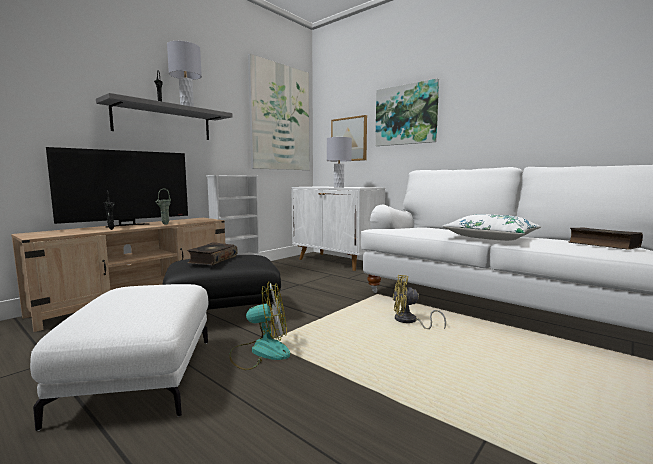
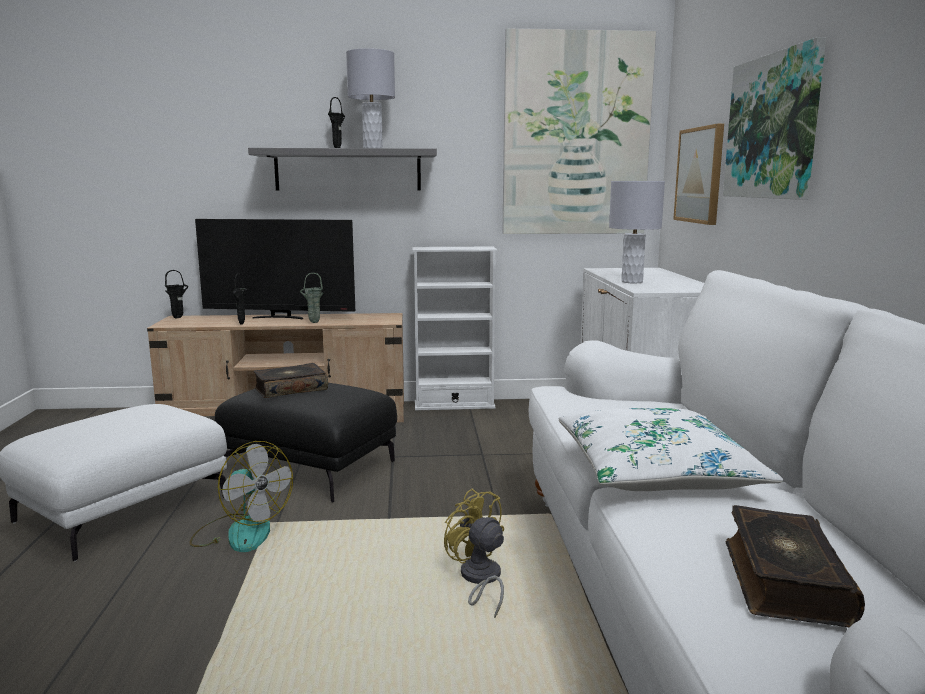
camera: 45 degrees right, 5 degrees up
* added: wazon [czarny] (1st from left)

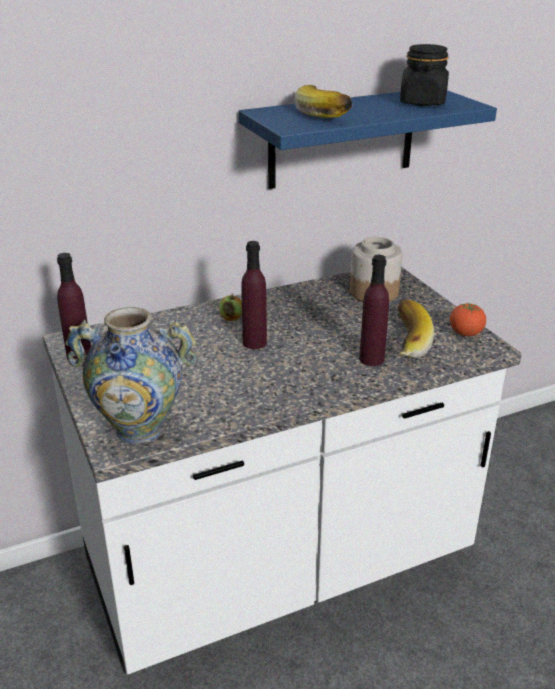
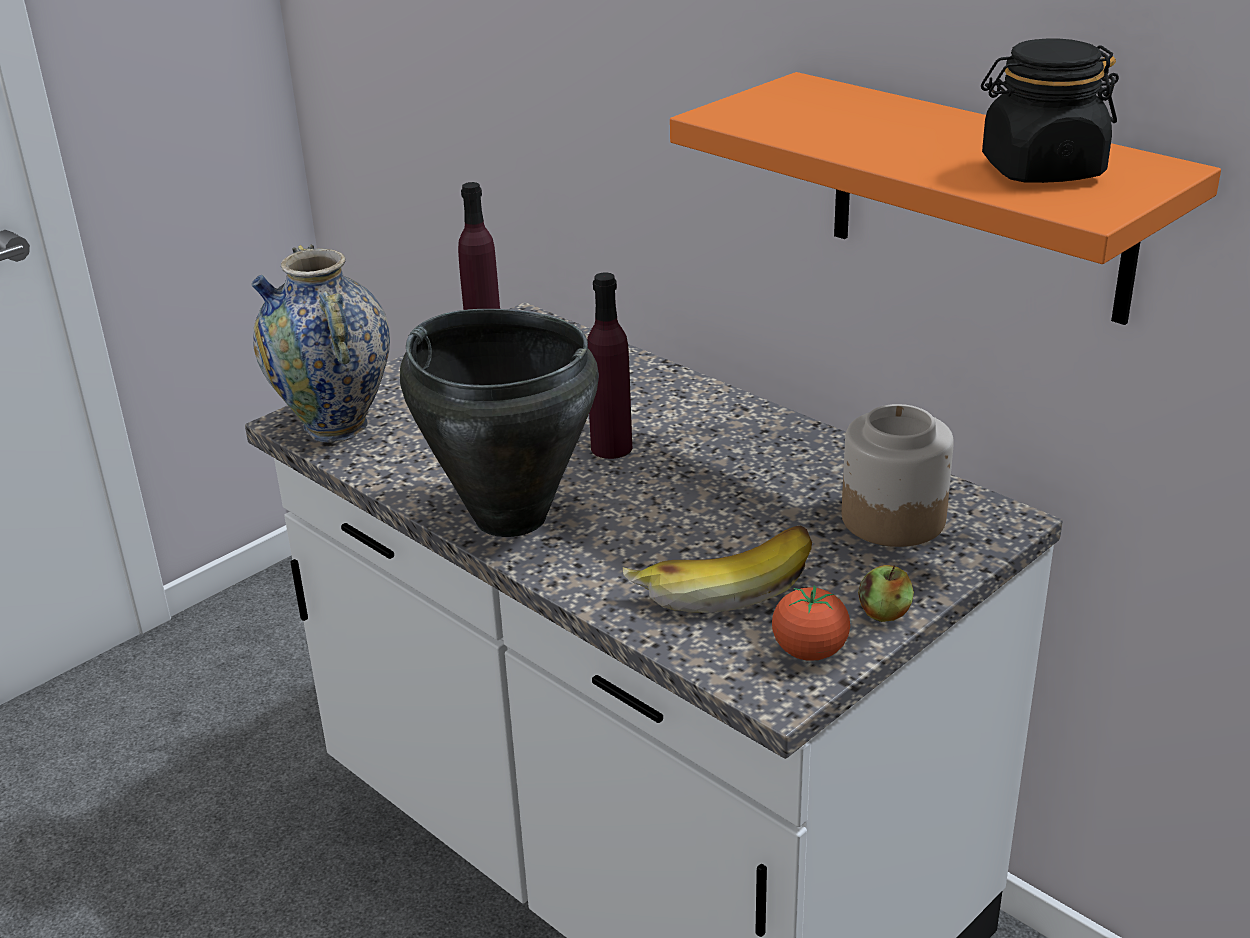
camera: 70 degrees right, 0 degrees up
* removed: banan (1st from left)
* removed: butelka [fioletowy] (3rd from left)
* added: garnek [czarny]
* moved: jabłko
* recoloured: półka [niebieski] to półka [pomarańczowy]

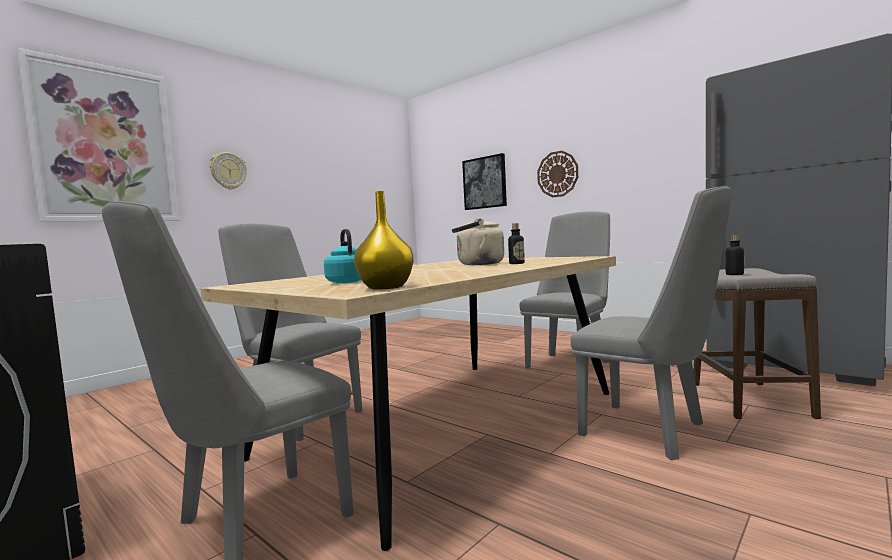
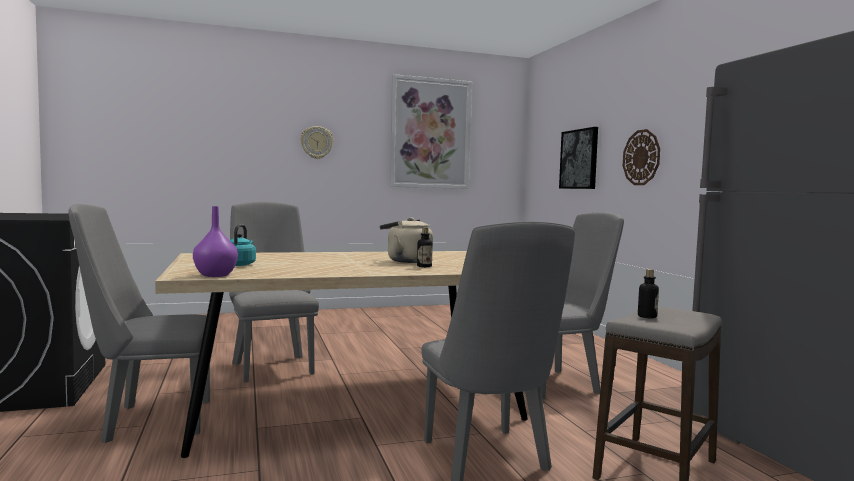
camera: 30 degrees right, 0 degrees up
* moved: obraz (1st from left)
* recoloured: wazon [żółty] to wazon [fioletowy]

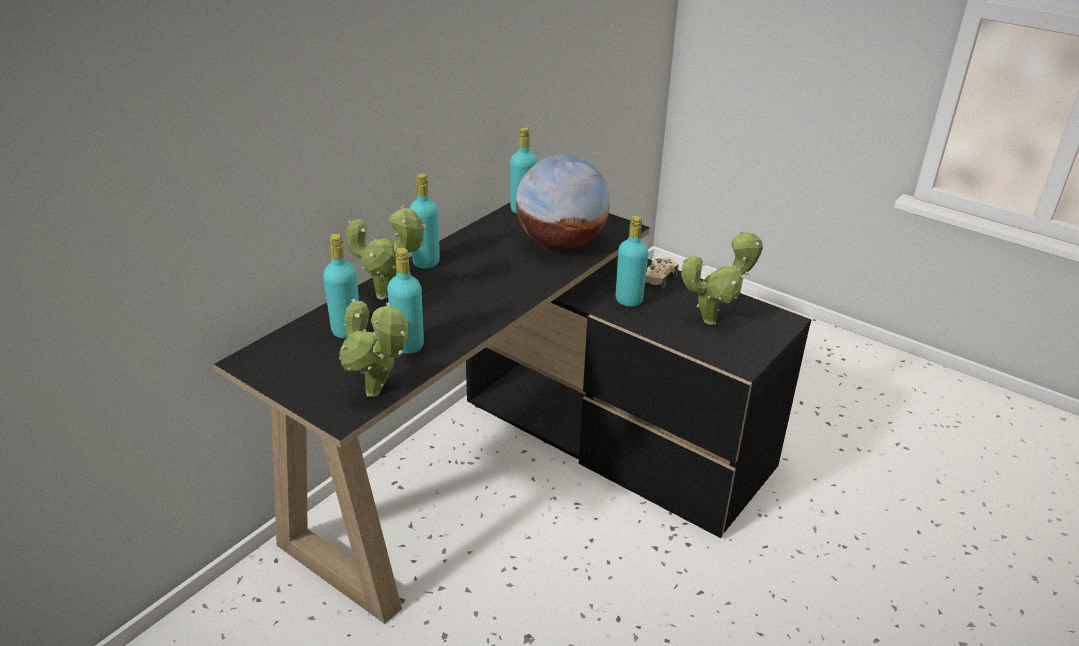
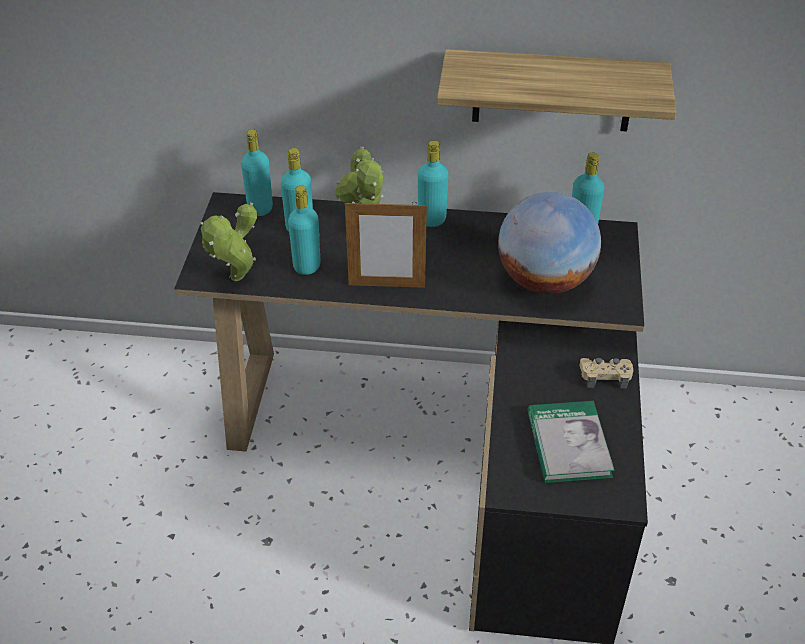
camera: 60 degrees right, 10 degrees up
* added: ramka na zdjęcie
* added: półka
* moved: butelka [turkusowy] (5th from left in the first image) to butelka [turkusowy] (1st from left)
* replaced: roślina doniczkowa (3rd from left) to książka

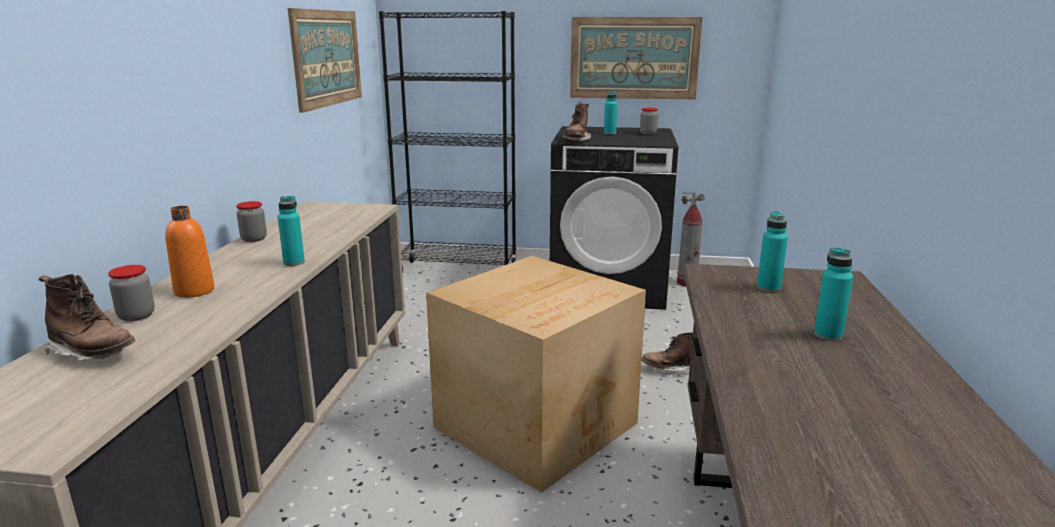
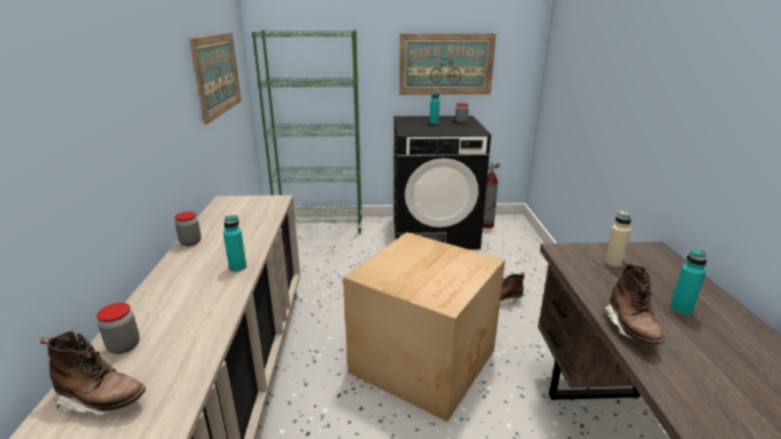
camera: 10 degrees left, 5 degrees up
* removed: butelka [pomarańczowy]
* moved: but z cholewką [brązowy] (2nd from left in the first image) to but z cholewką [brązowy] (3rd from left)
* recoloured: regał [czarny] to regał [zielony]
* recoloured: butelka [turkusowy] (3rd from left) to butelka [beżowy]

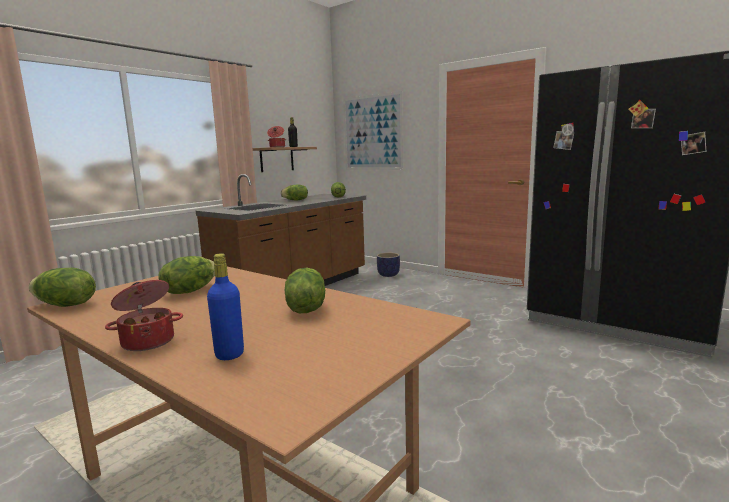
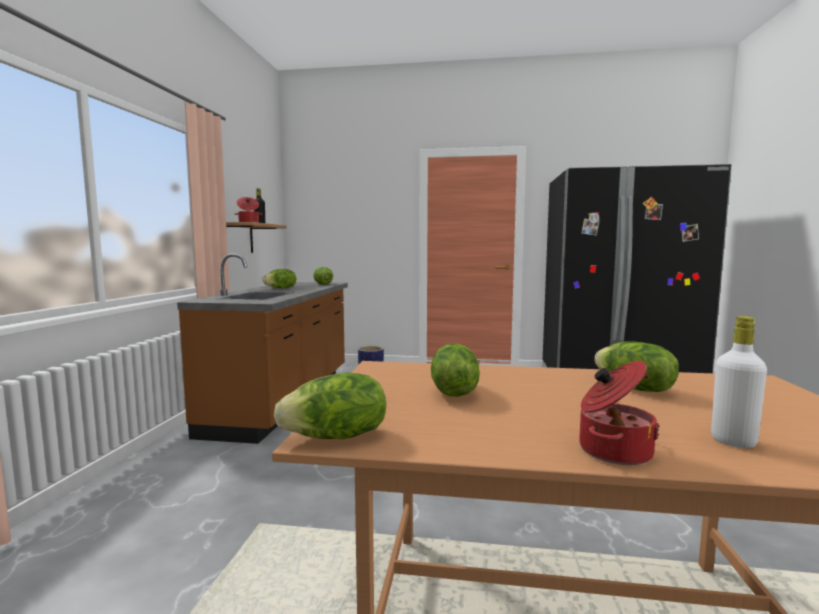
camera: 30 degrees left, 5 degrees down
* removed: obraz
* recoloured: butelka [niebieski] to butelka [biały]

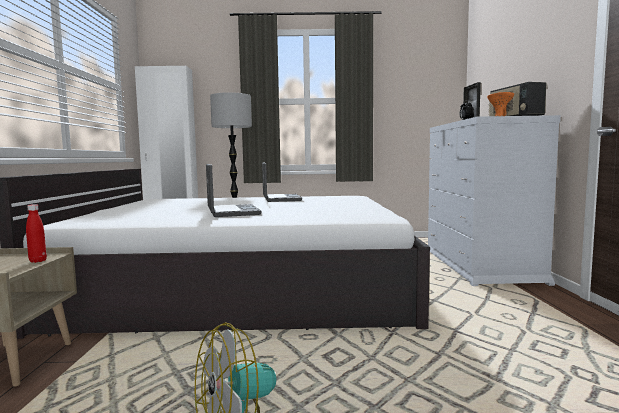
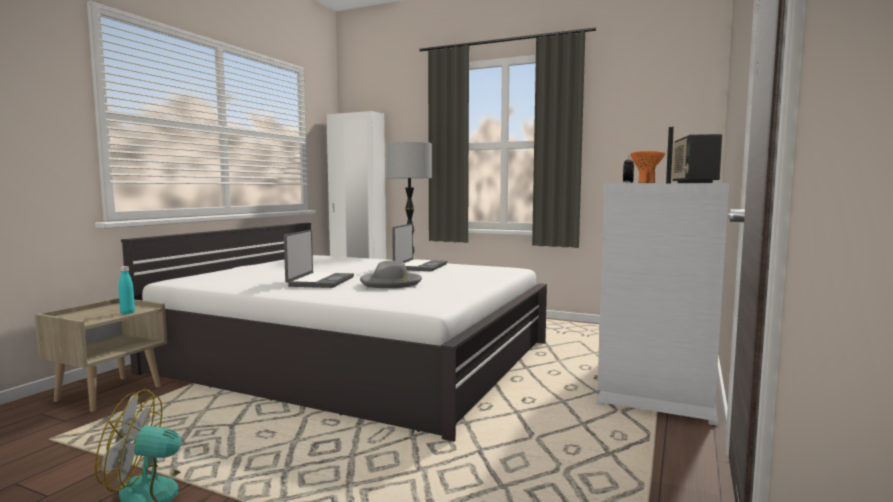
camera: 25 degrees right, 0 degrees up
* added: kapelusz [szary]
* recoloured: butelka [czerwony] to butelka [turkusowy]

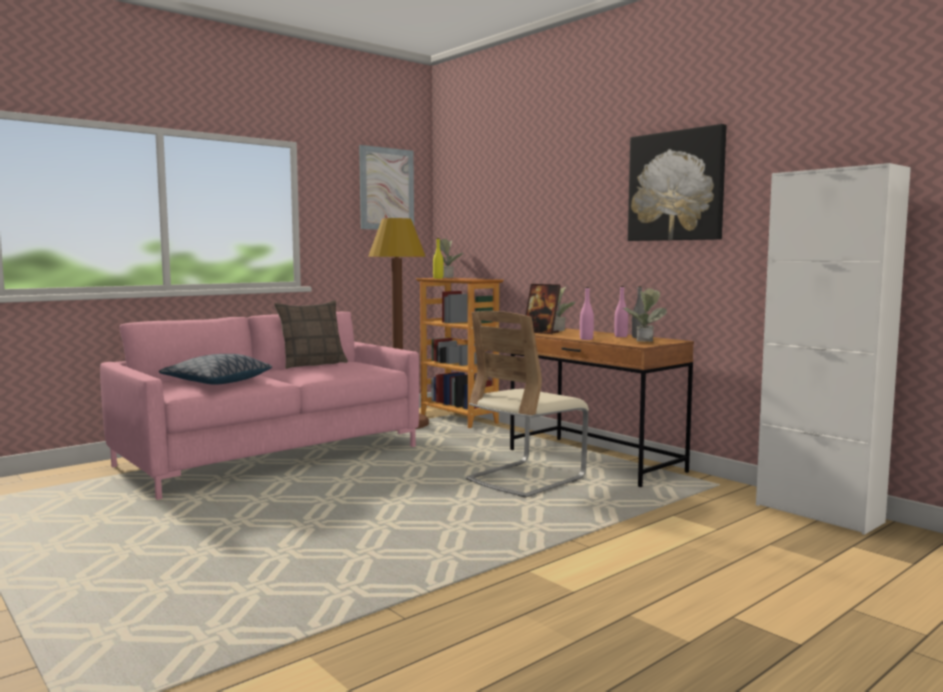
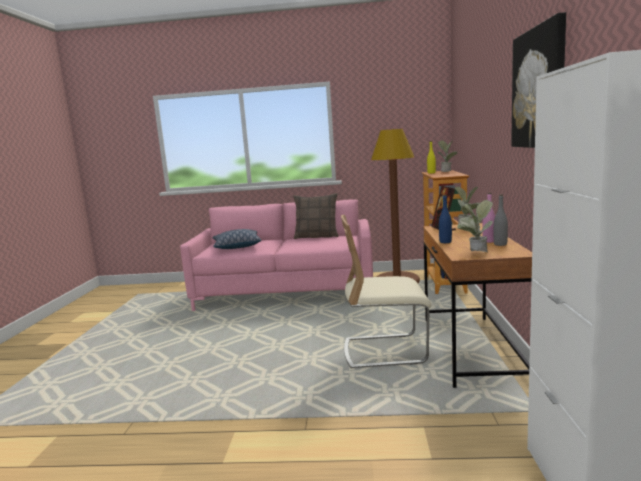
camera: 45 degrees right, 5 degrees up
* removed: obraz (1st from left)
* recoloured: butelka [różowy] (1st from left) to butelka [niebieski]

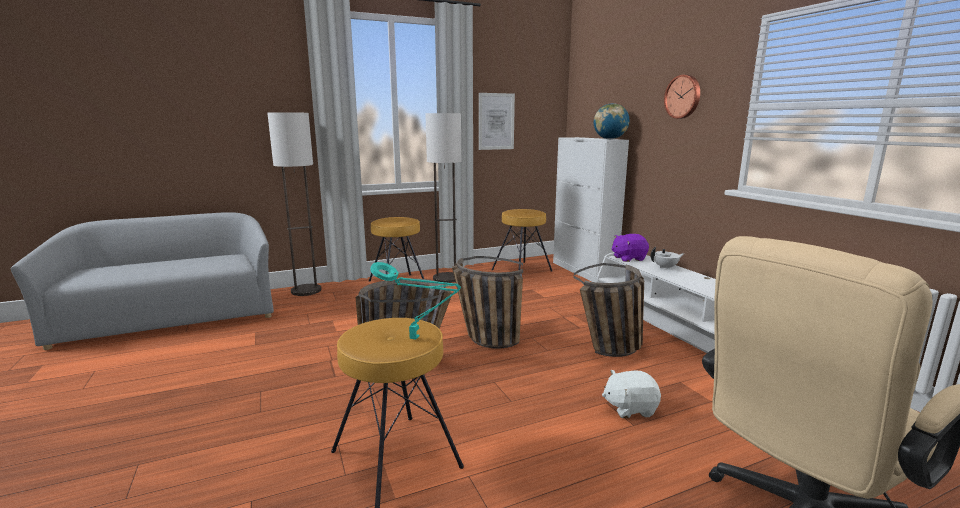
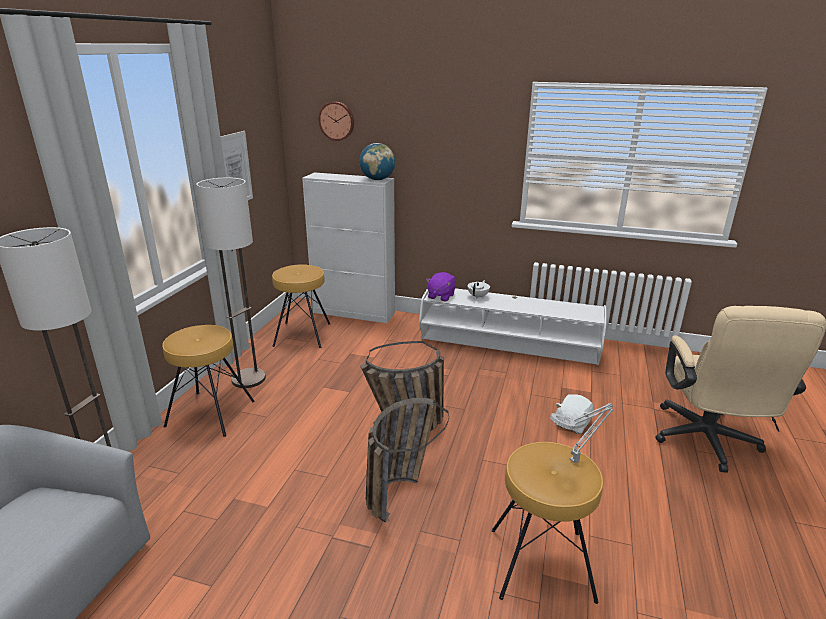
camera: 50 degrees left, 10 degrees up
* removed: koszyk (3rd from left)
* moved: zegar ścienny
* recoloured: lampa stołowa [turkusowy] to lampa stołowa [szary]

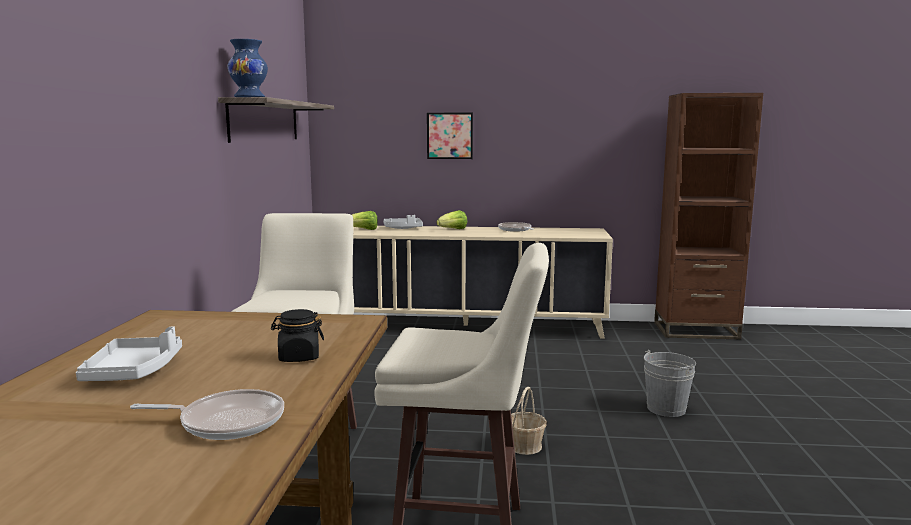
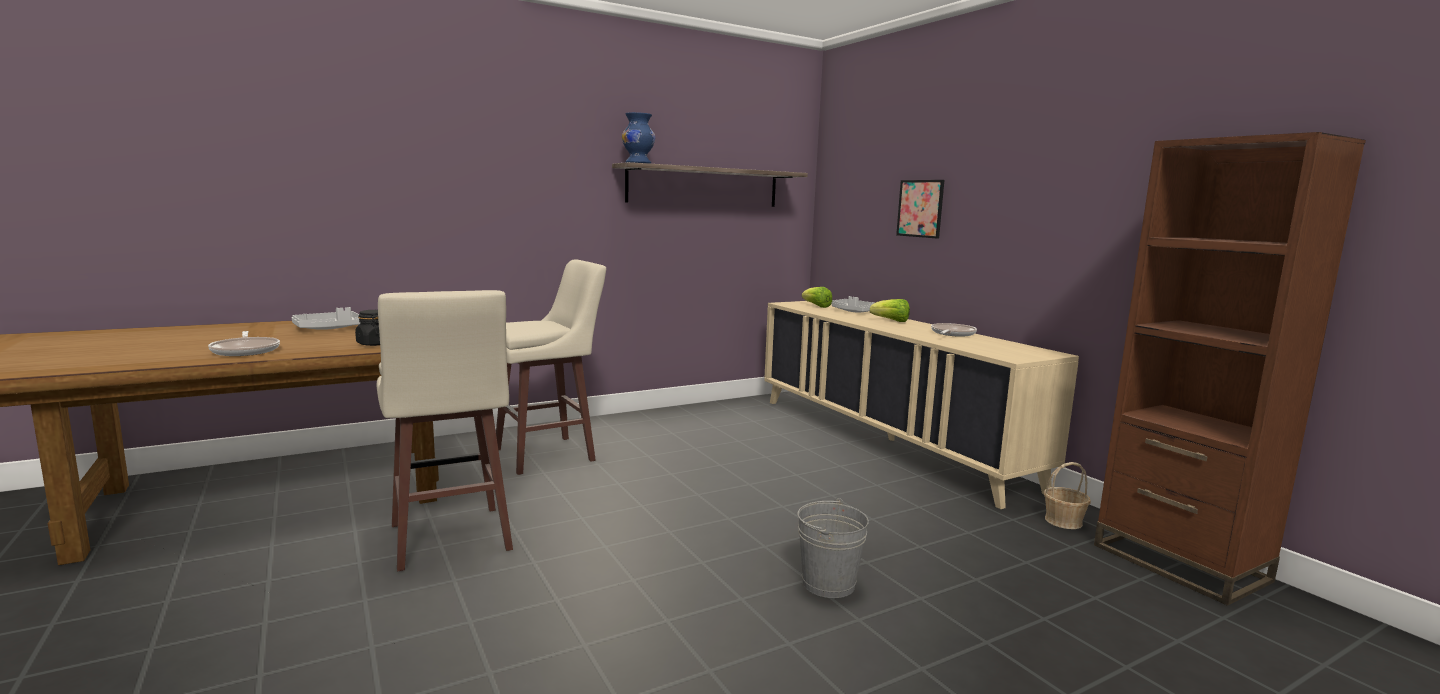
camera: 55 degrees right, 0 degrees up
* moved: koszyk

